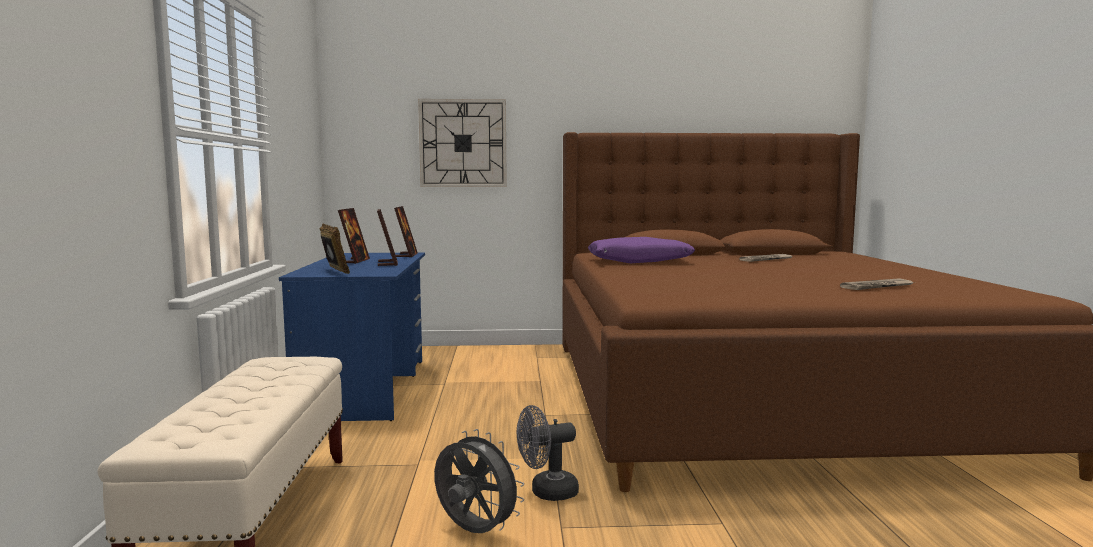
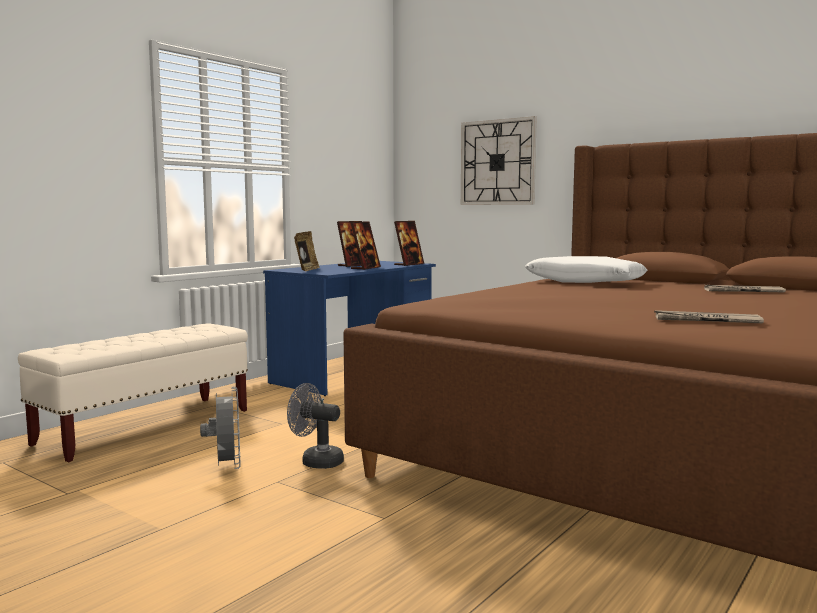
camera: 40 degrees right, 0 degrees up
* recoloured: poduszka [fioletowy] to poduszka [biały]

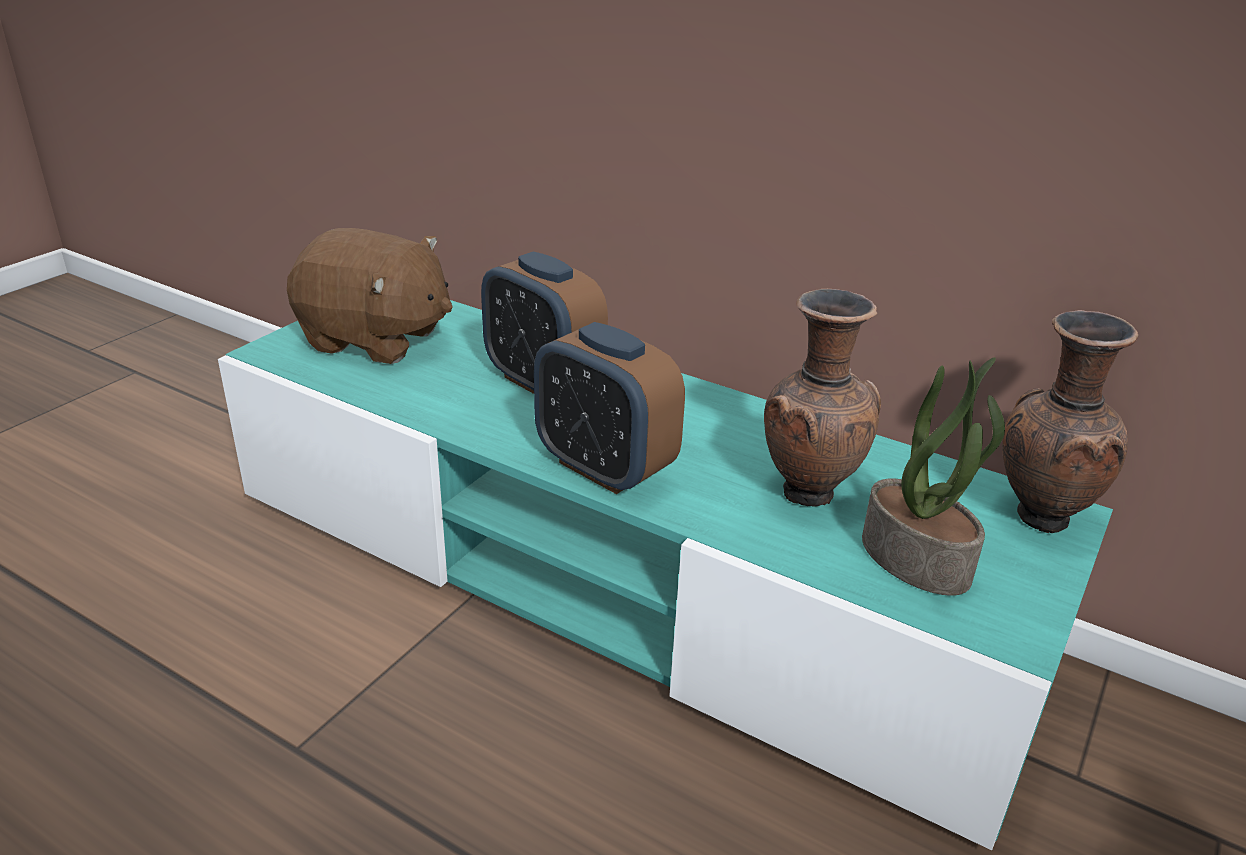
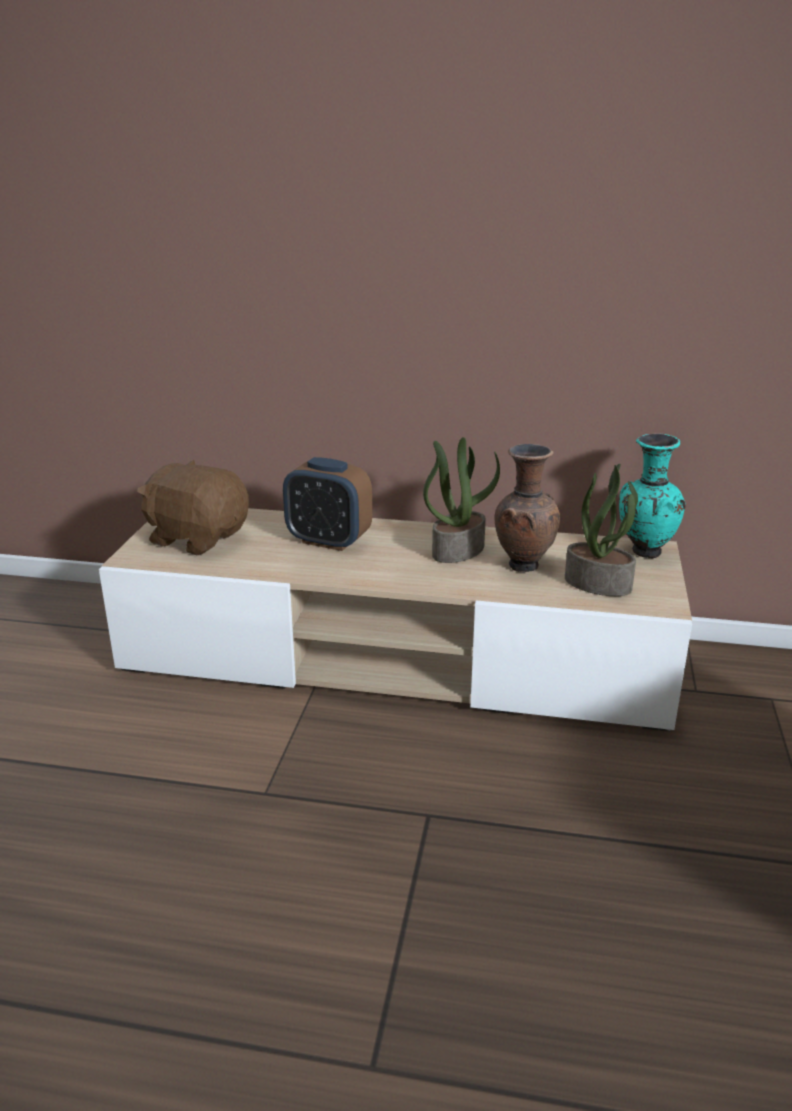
camera: 20 degrees left, 5 degrees down
* removed: budzik (2nd from left)
* added: roślina doniczkowa (1st from left)
* recoloured: szafka pod telewizor [turkusowy] to szafka pod telewizor [beżowy]
* recoloured: wazon [brązowy] (2nd from left) to wazon [turkusowy]
* turned: pluszak [brązowy] 150 degrees counterclockwise

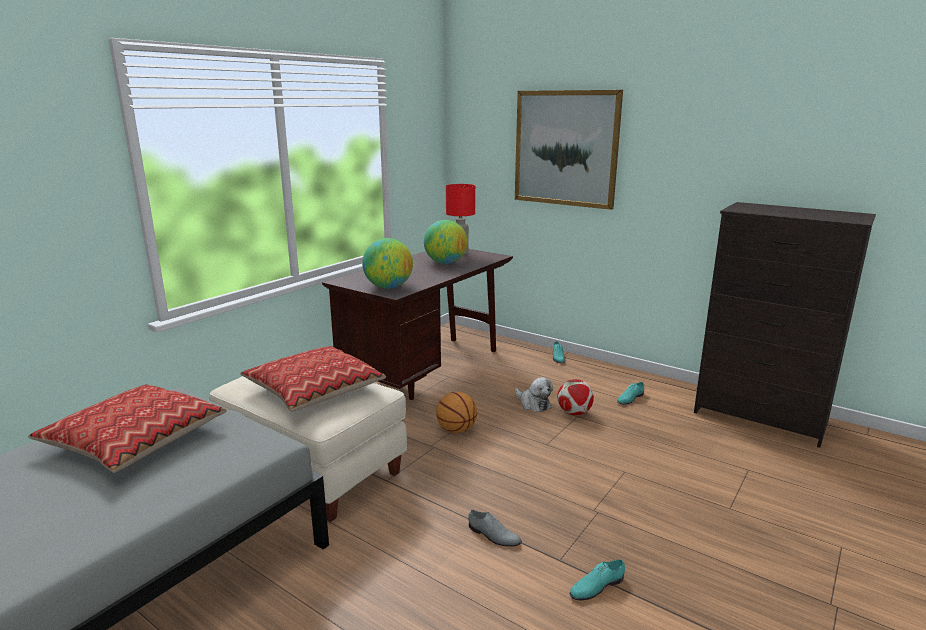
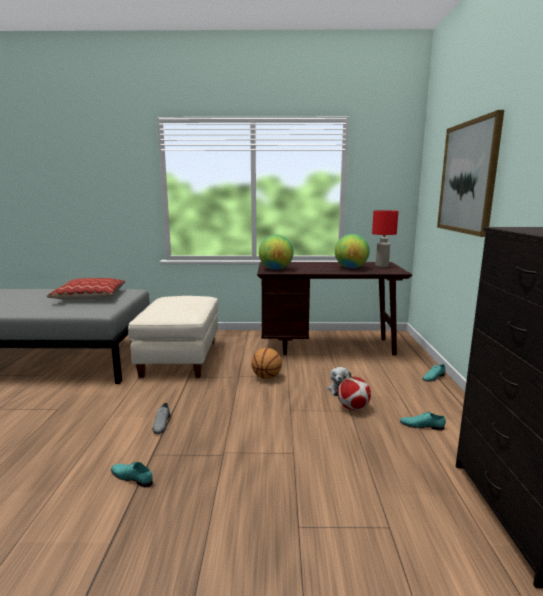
camera: 55 degrees right, 5 degrees down
* removed: poduszka (2nd from left)

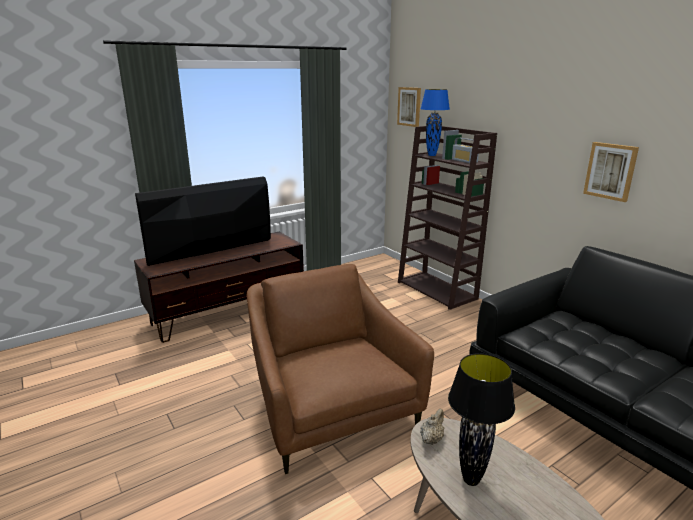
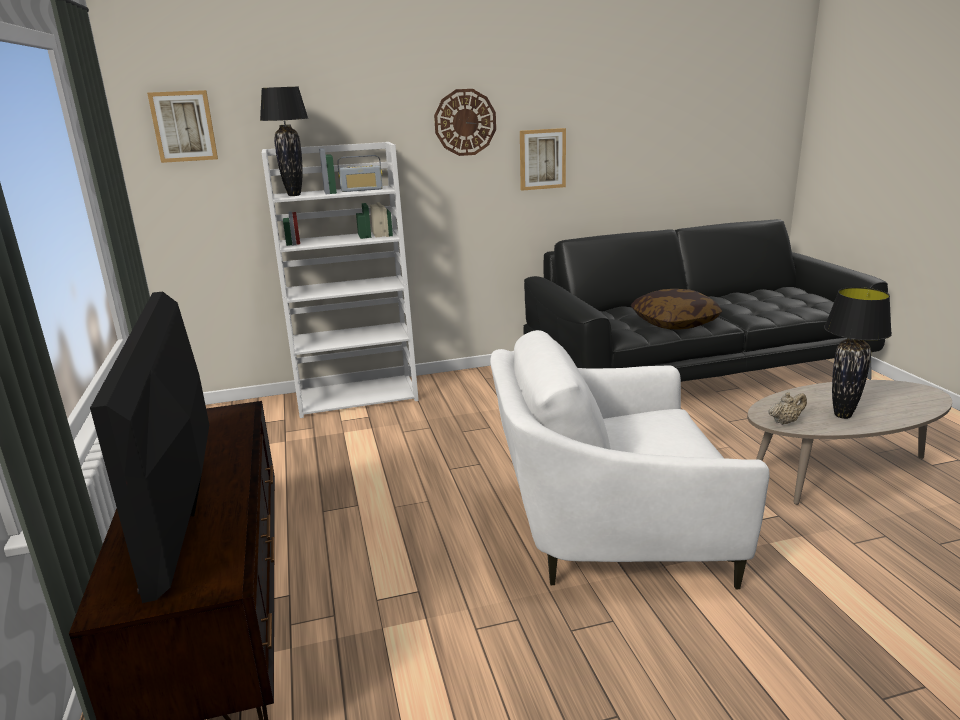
camera: 70 degrees left, 0 degrees up
* added: zegar ścienny
* added: poduszka
* recoloured: fotel [brązowy] to fotel [biały]
* recoloured: regał [brązowy] to regał [biały]
* recoloured: lampa stołowa [niebieski] to lampa stołowa [czarny] (1st from left)
* turned: imbryk [beżowy] 105 degrees clockwise

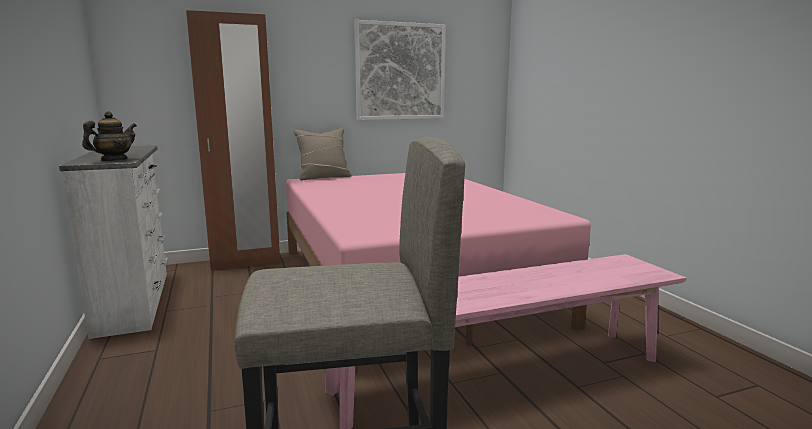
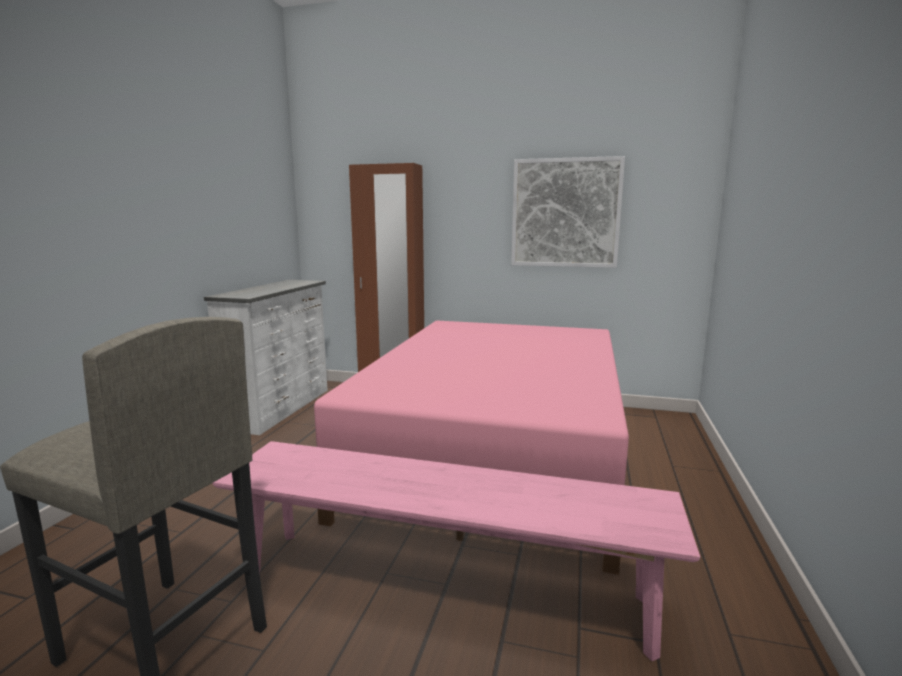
camera: 35 degrees right, 0 degrees up
* removed: imbryk
* removed: poduszka [beżowy]

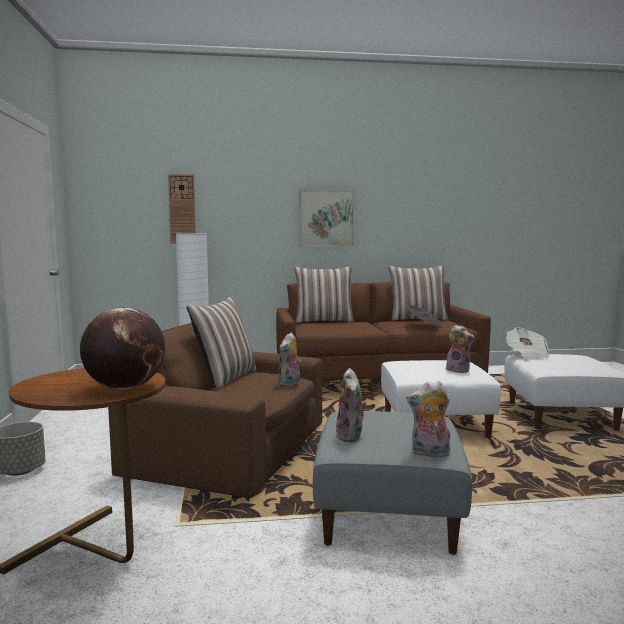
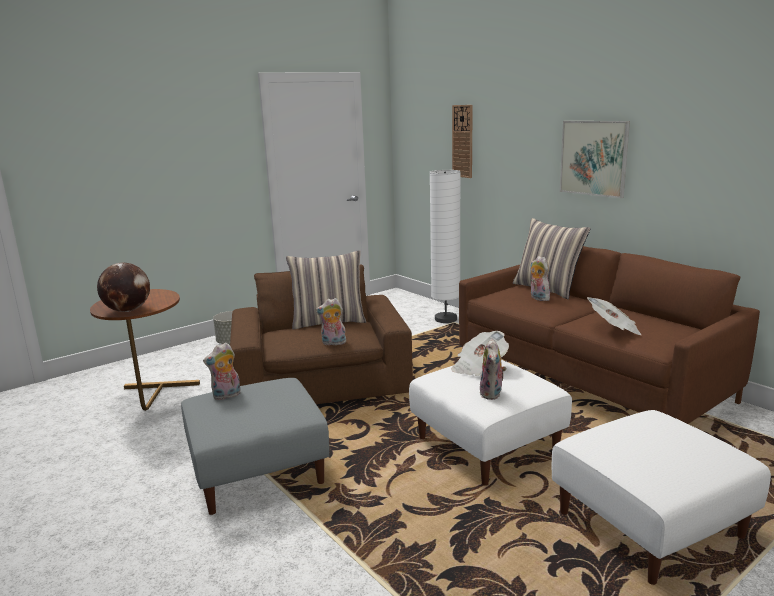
camera: 60 degrees right, 10 degrees up
* removed: poduszka (3rd from left)
* moved: pluszak (3rd from left in the first image) to pluszak (4th from left)
* moved: gazeta (2nd from left in the first image) to gazeta (1st from left)

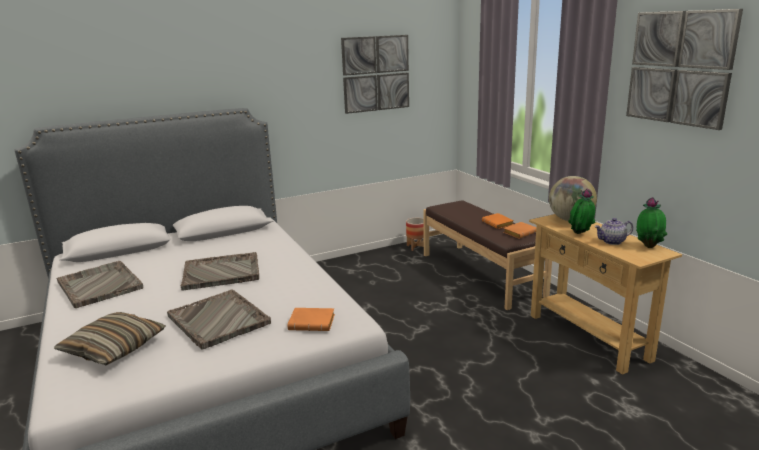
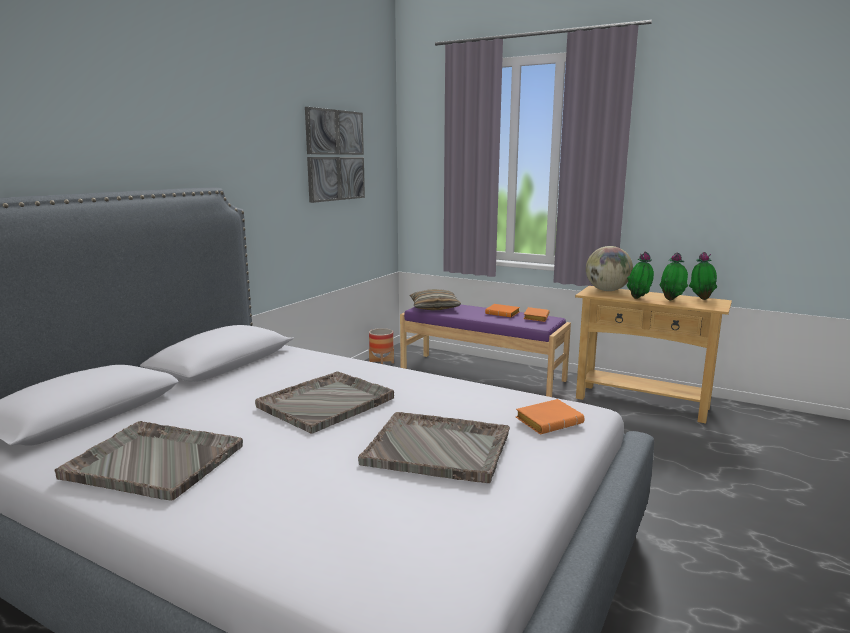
camera: 35 degrees left, 5 degrees down
* removed: obraz (2nd from left)
* moved: poduszka
* replaced: imbryk to roślina doniczkowa (2nd from left)
* recoloured: ławka [brązowy] to ławka [fioletowy]

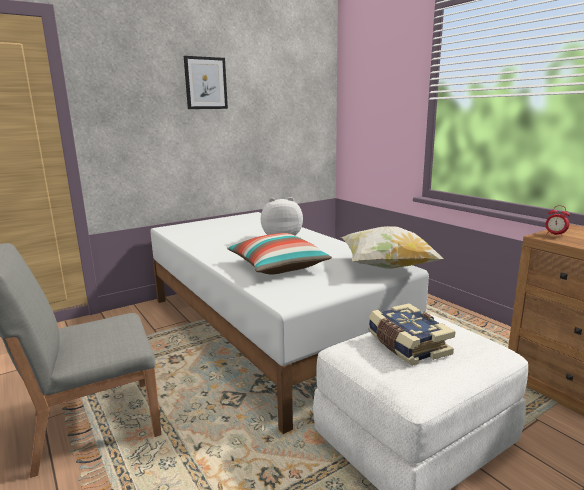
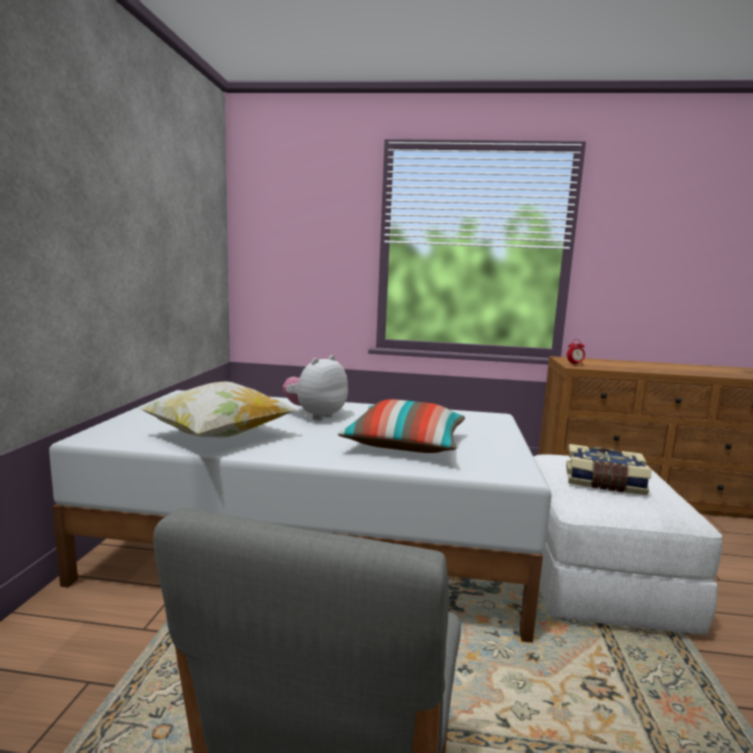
camera: 50 degrees left, 5 degrees down
* removed: obraz
* moved: poduszka (2nd from left in the first image) to poduszka (1st from left)

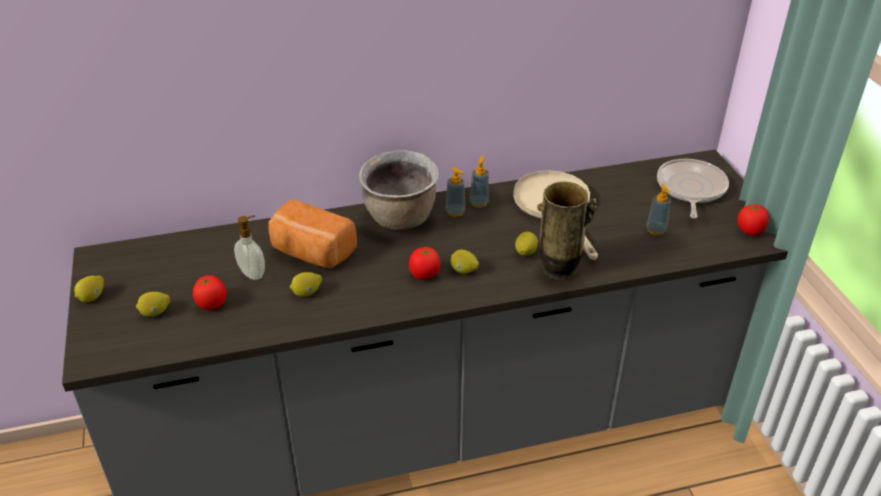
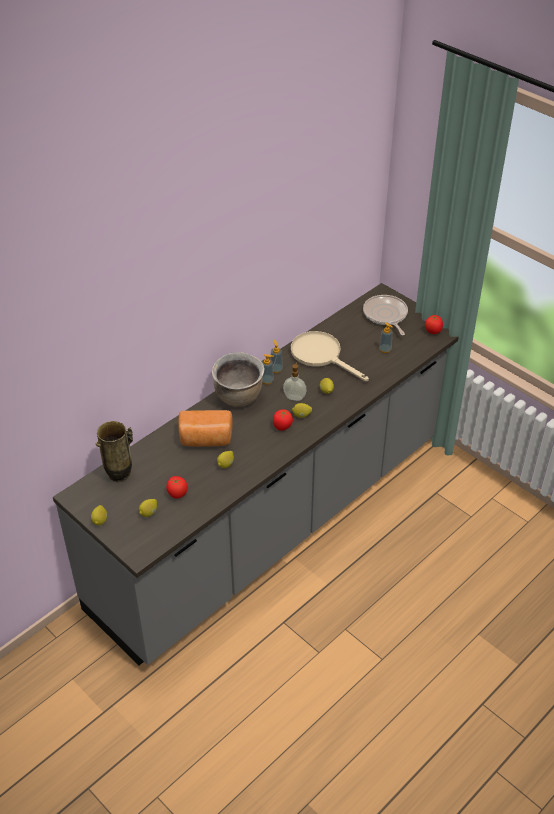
camera: 30 degrees left, 5 degrees up
* moved: dozownik mydła (1st from left in the first image) to dozownik mydła (3rd from left)
* moved: wazon

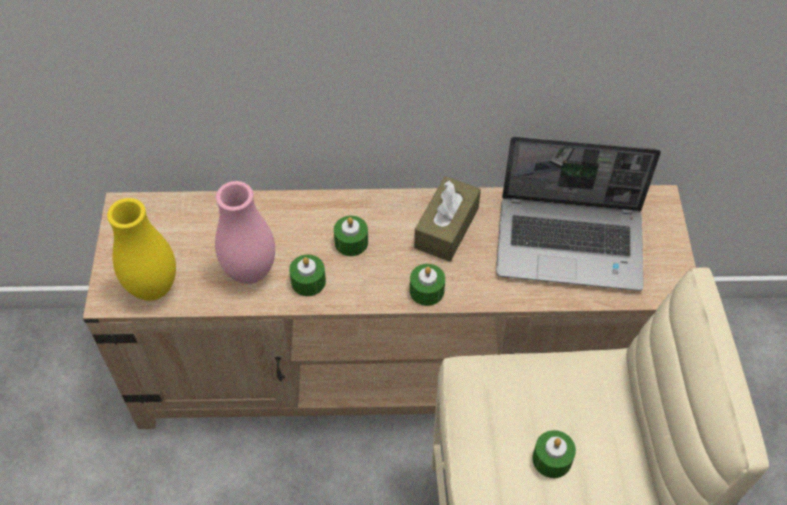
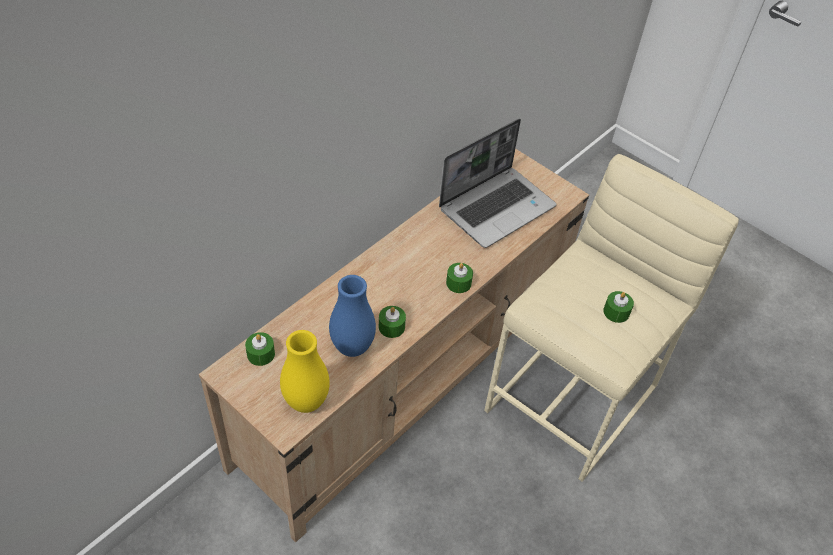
camera: 50 degrees left, 5 degrees down
* removed: pudełko chusteczek [brązowy]
* moved: świeca [zielony] (2nd from left in the first image) to świeca [zielony] (1st from left)
* recoloured: wazon [różowy] to wazon [niebieski]

